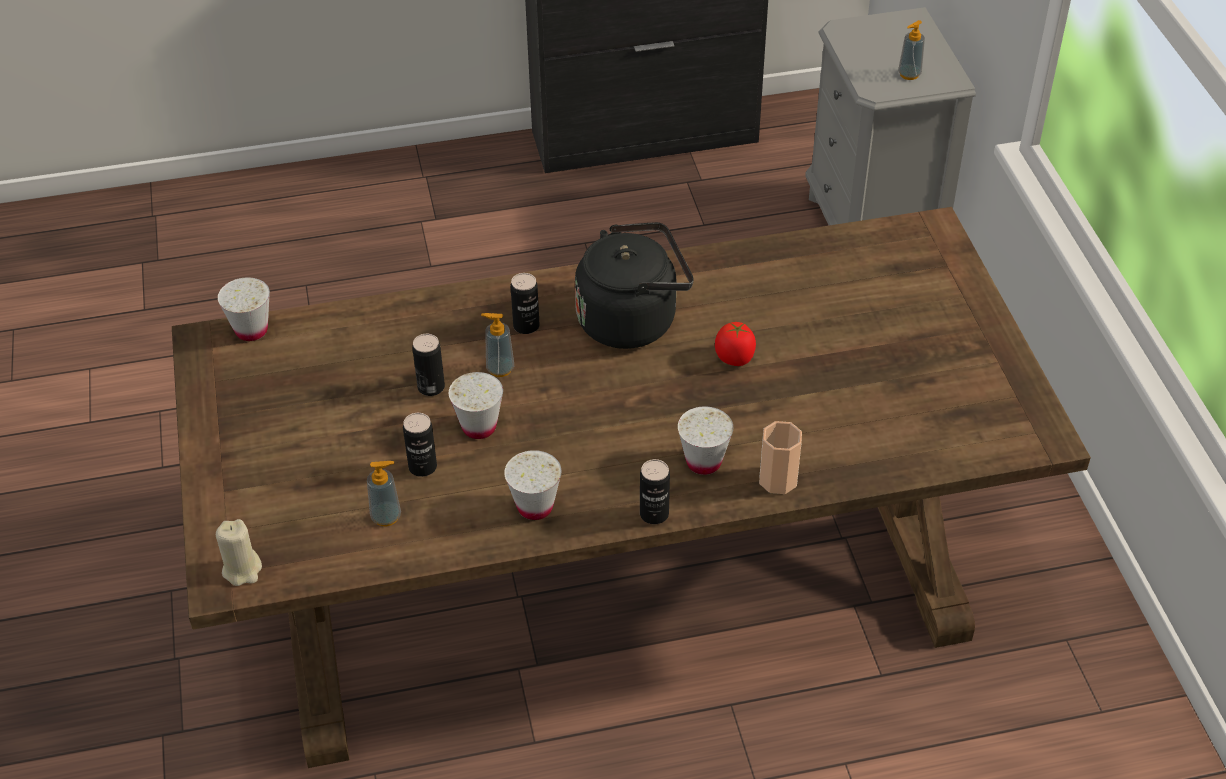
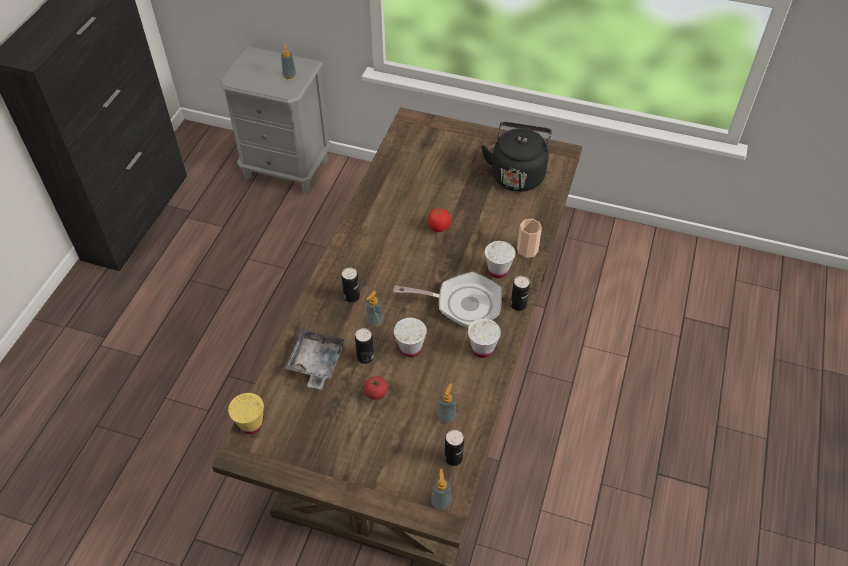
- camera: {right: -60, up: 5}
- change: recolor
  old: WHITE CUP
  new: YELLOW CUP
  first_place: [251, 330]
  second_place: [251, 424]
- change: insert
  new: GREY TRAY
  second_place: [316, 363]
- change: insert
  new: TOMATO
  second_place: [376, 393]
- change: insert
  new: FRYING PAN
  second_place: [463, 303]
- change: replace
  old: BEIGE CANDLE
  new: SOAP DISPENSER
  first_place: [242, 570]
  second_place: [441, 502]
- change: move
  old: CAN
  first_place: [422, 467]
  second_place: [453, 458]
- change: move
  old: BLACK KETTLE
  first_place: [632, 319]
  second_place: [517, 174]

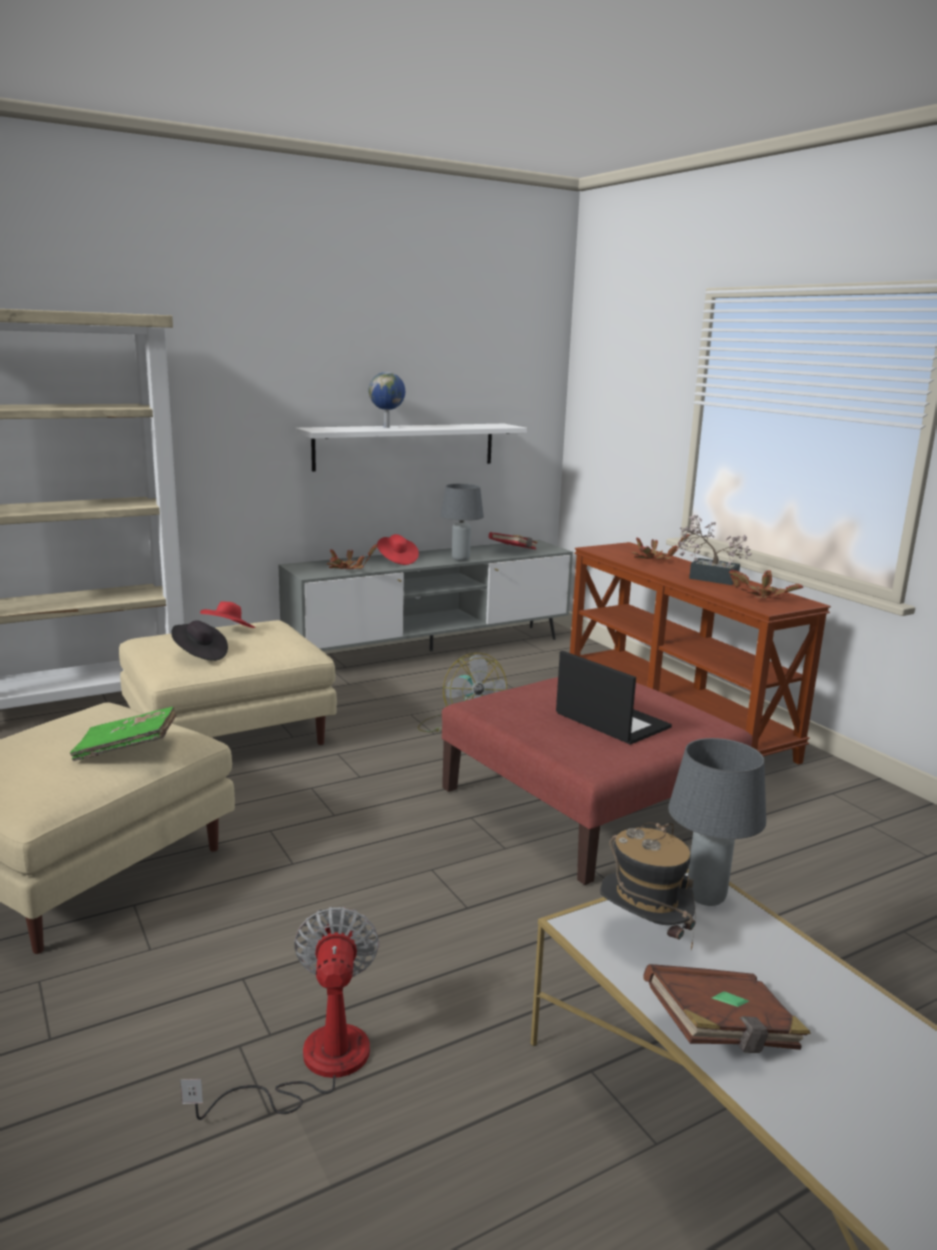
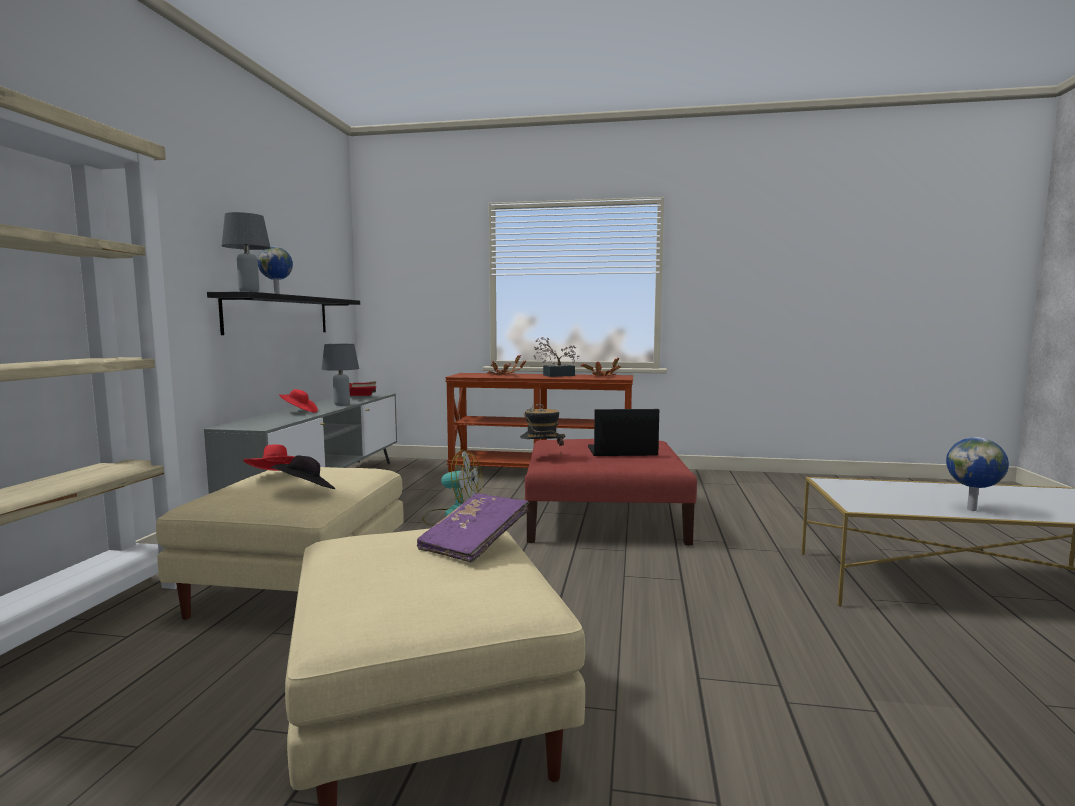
- camera: {right: -50, up: -10}
- change: recolor
  old: WHITE SHELF
  new: BLACK SHELF
  first_place: [405, 446]
  second_place: [279, 315]
- change: move
  old: GREY TABLE LAMP
  first_place: [707, 898]
  second_place: [249, 292]
- change: recolor
  old: GREEN BOOK
  new: PURPLE BOOK
  first_place: [127, 749]
  second_place: [474, 543]
- change: move
  old: HAT
  first_place: [642, 938]
  second_place: [542, 457]
- change: replace
  old: BROWN BOOK
  new: GLOBE
  first_place: [722, 1033]
  second_place: [972, 509]
- change: delete
  old: FAN
  first_place: [314, 1065]
- change: delete
  old: POTTED PLANT
  first_place: [347, 569]

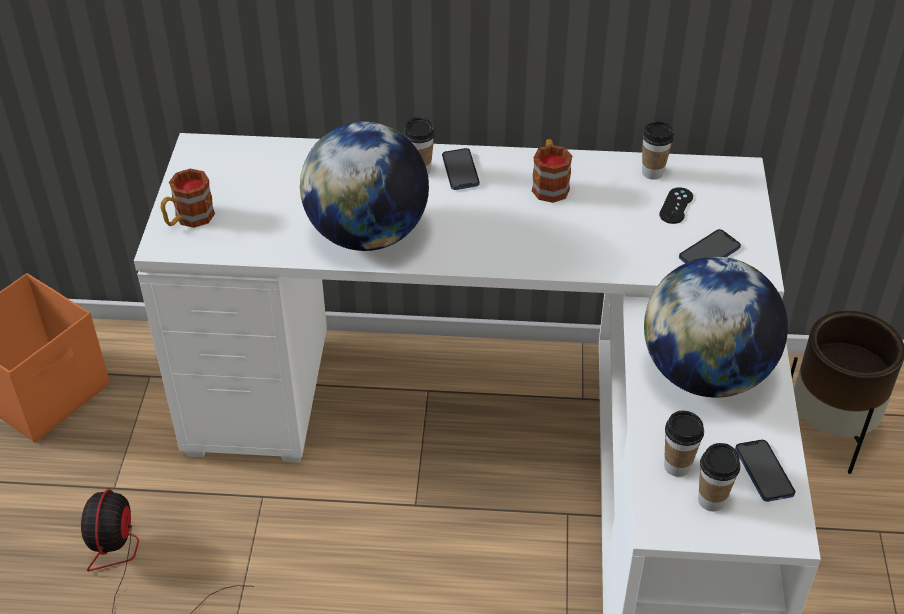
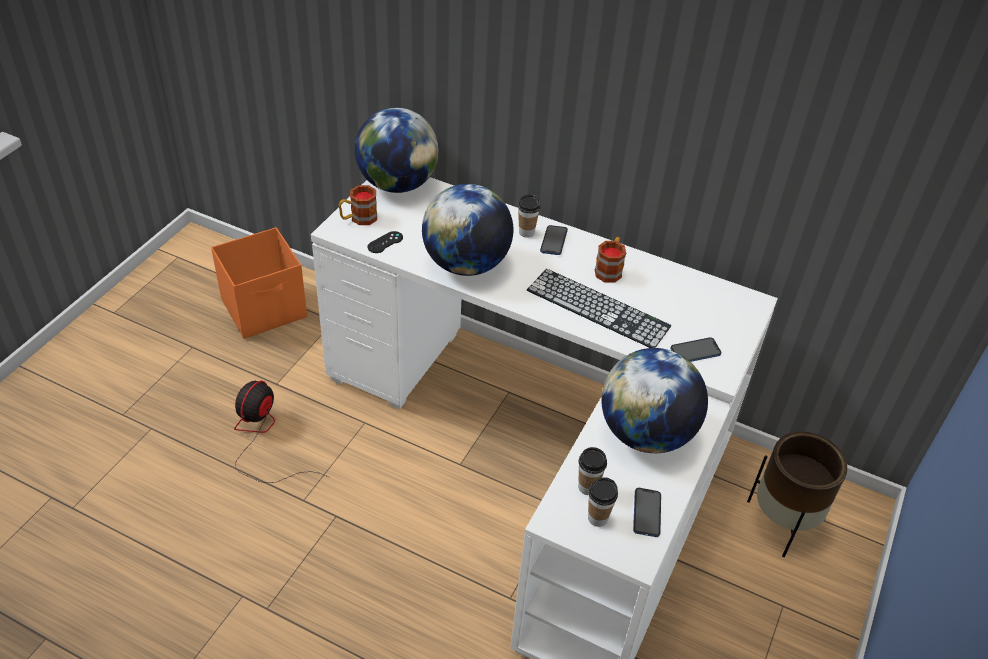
- camera: {right: 20, up: 0}
- change: insert
  new: GLOBE
  second_place: [397, 184]
- change: move
  old: BLACK GAME CONTROLLER
  first_place: [676, 206]
  second_place: [385, 242]
- change: insert
  new: KEYBOARD
  second_place: [598, 308]
- change: delete
  old: CUP
  first_place: [652, 172]

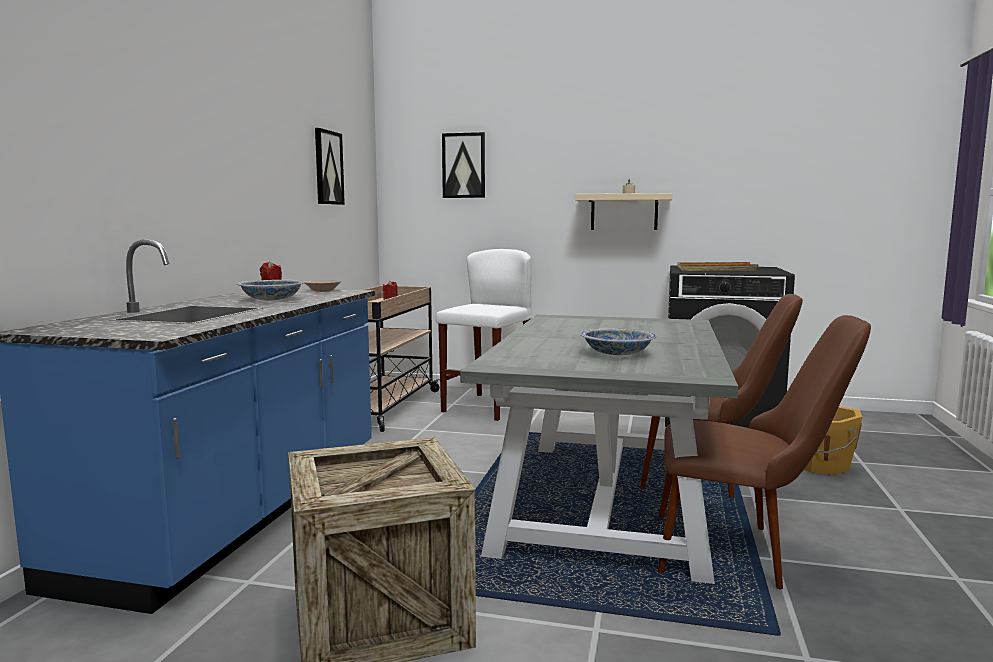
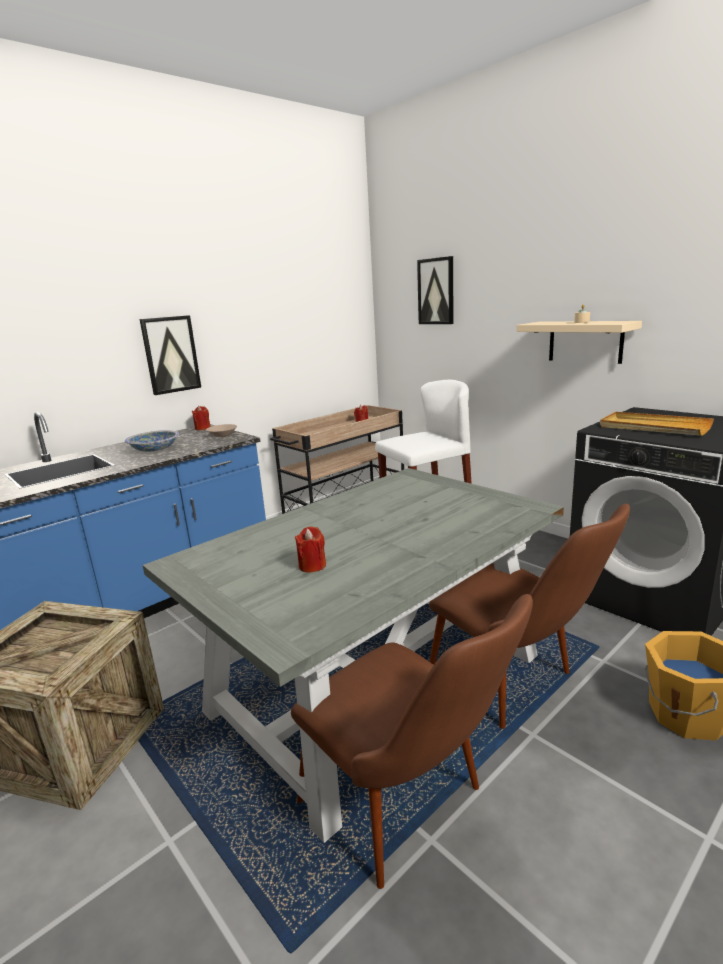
- camera: {right: 35, up: 10}
- change: move
  old: PICTURE
  first_place: [328, 167]
  second_place: [170, 354]
- change: replace
  old: BOWL
  new: RED CANDLE
  first_place: [617, 354]
  second_place: [312, 566]

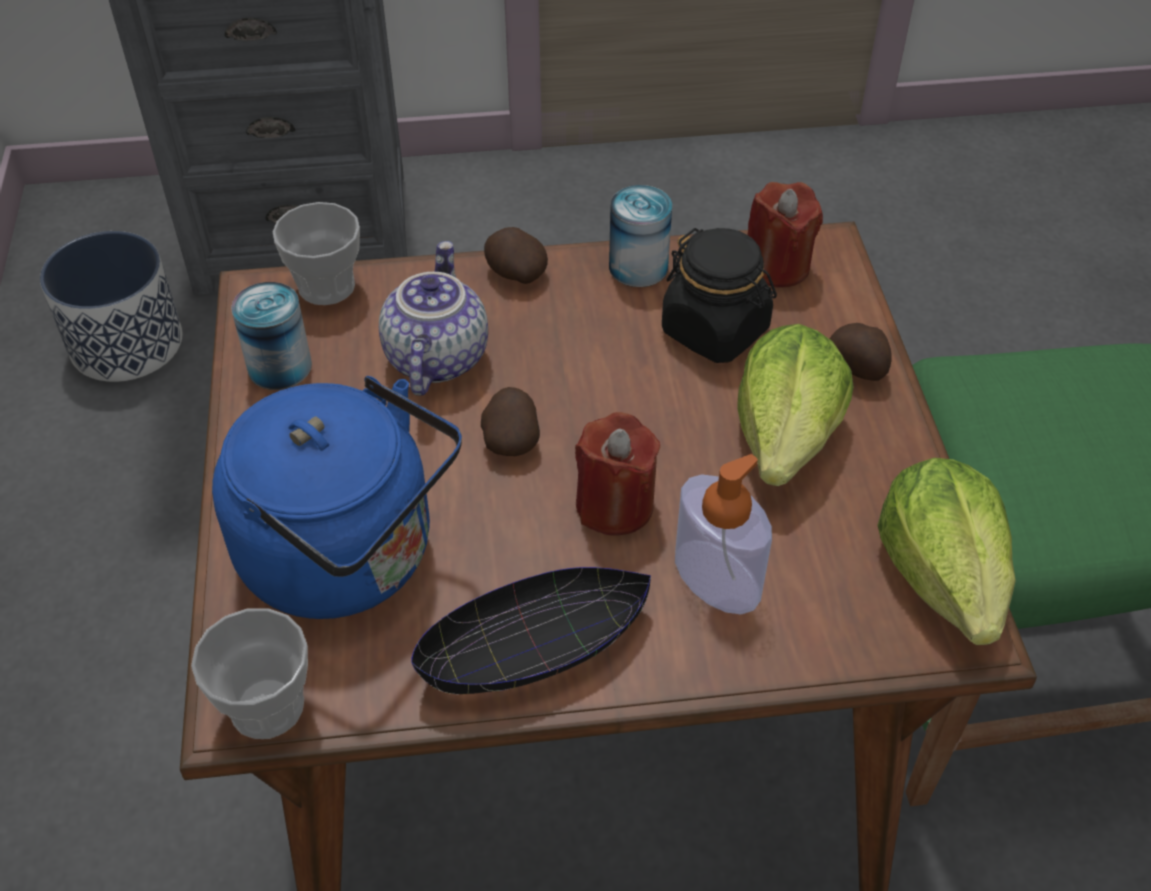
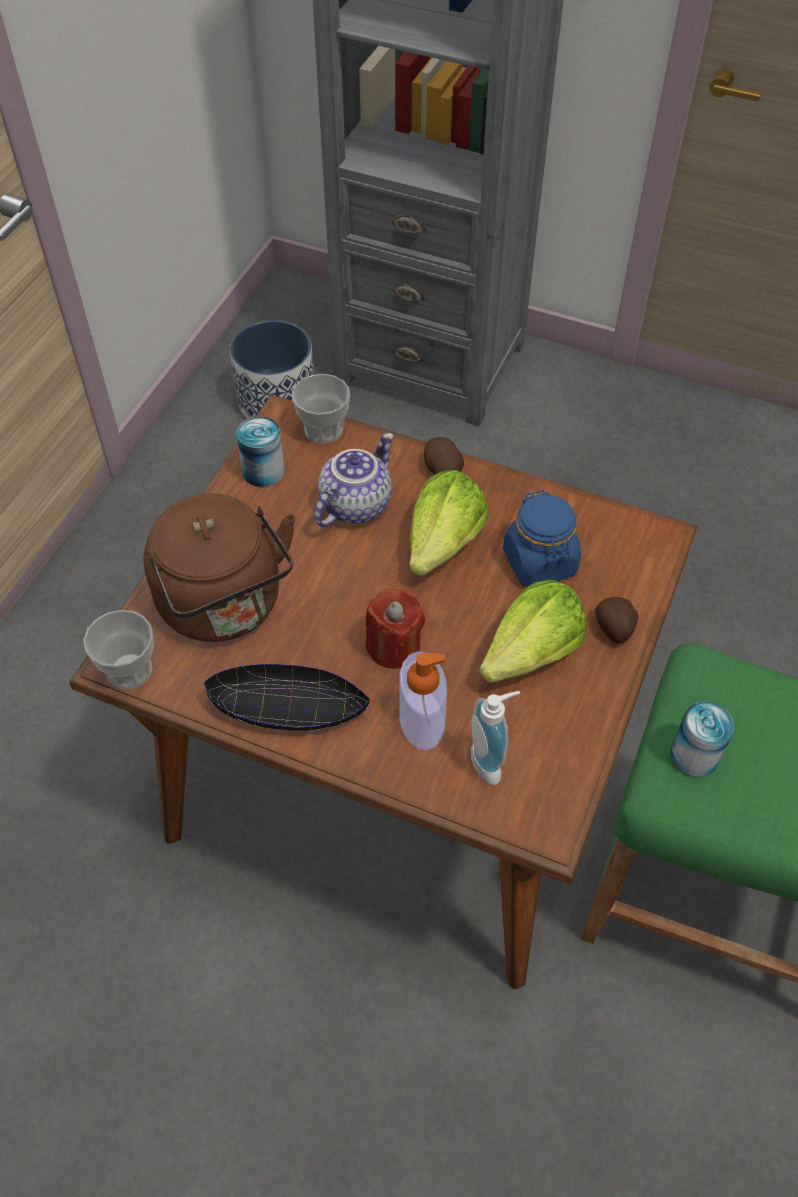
- camera: {right: 30, up: 5}
- change: recolor
  old: BLUE KETTLE
  new: BROWN KETTLE
  first_place: [350, 558]
  second_place: [225, 607]
- change: move
  old: LETTUCE
  first_place: [943, 576]
  second_place: [444, 543]
- change: insert
  new: SOAP DISPENSER
  second_place: [491, 761]
- change: recolor
  old: BLACK JAR
  new: BLUE JAR
  first_place: [715, 330]
  second_place: [540, 562]
- change: move
  old: CAN
  first_place: [638, 267]
  second_place: [694, 755]
- change: delete
  old: POTATO
  first_place: [511, 438]
- change: delete
  old: RED CANDLE
  first_place: [776, 266]

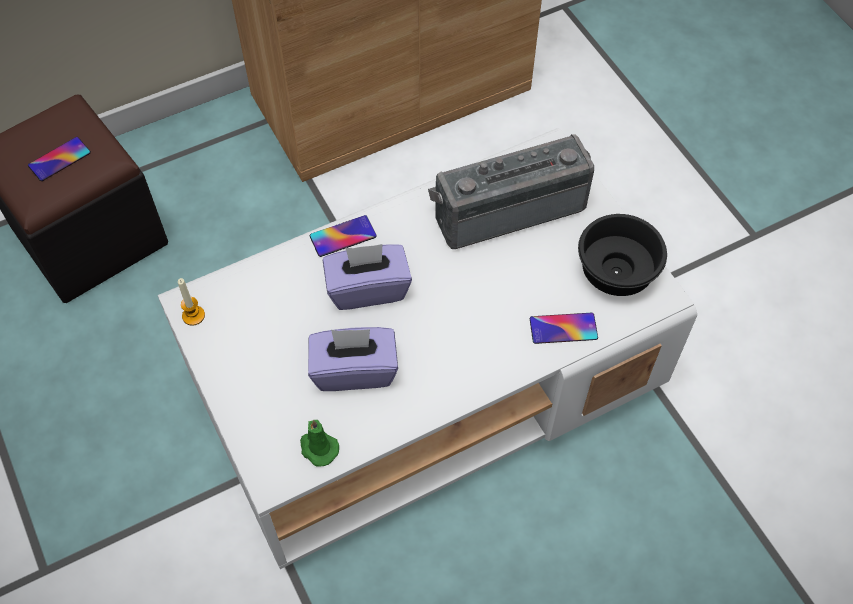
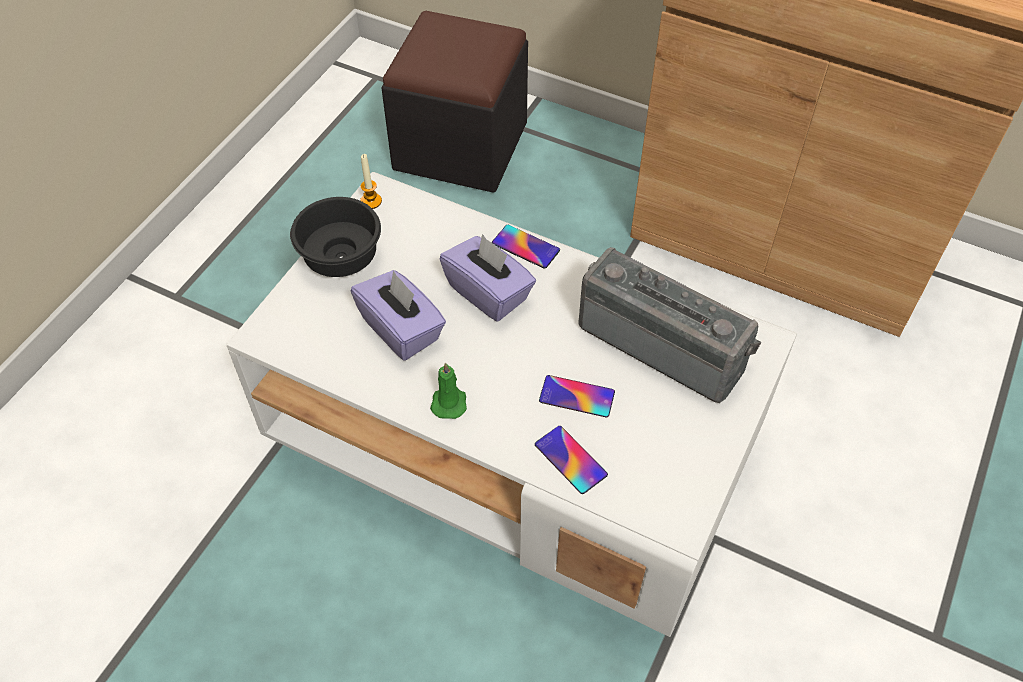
- camera: {right: 55, up: -5}
- change: move
  old: BLACK BOWL
  first_place: [619, 272]
  second_place: [342, 259]
- change: move
  old: GREEN CANDLE
  first_place: [318, 448]
  second_place: [449, 401]
- change: move
  old: PHONE
  first_place: [59, 159]
  second_place: [576, 396]

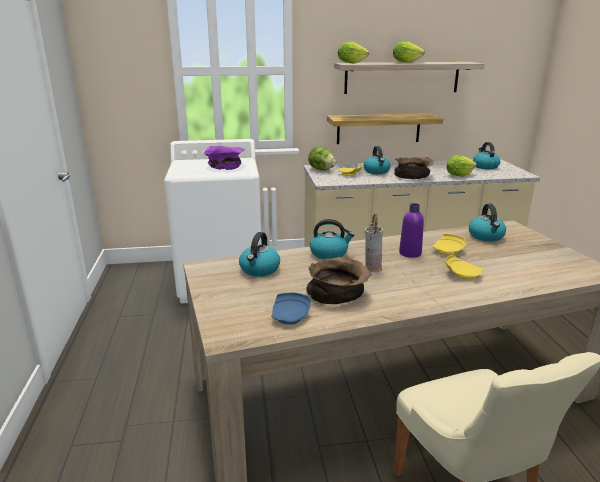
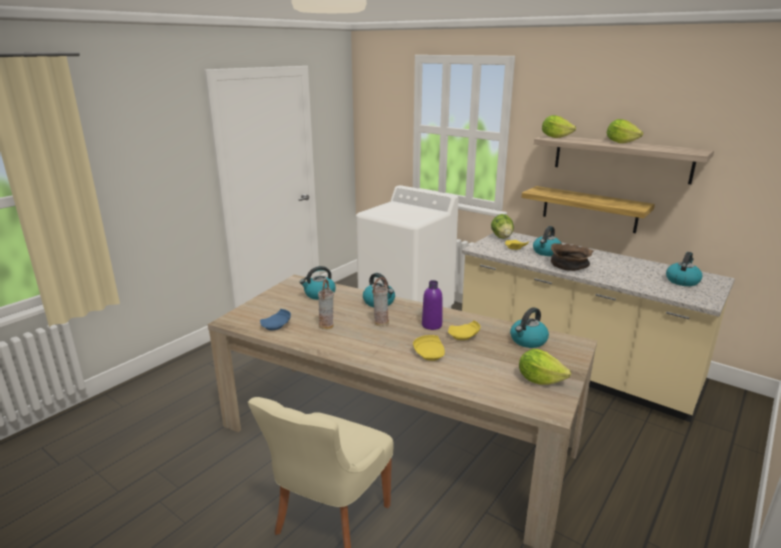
- camera: {right: 45, up: 0}
- change: replace
  old: BROWN BOWL
  new: VASE
  first_place: [337, 293]
  second_place: [327, 326]
- change: move
  old: LETTUCE
  first_place: [458, 175]
  second_place: [539, 380]
- change: delete
  old: PURPLE BOWL
  first_place: [225, 166]

